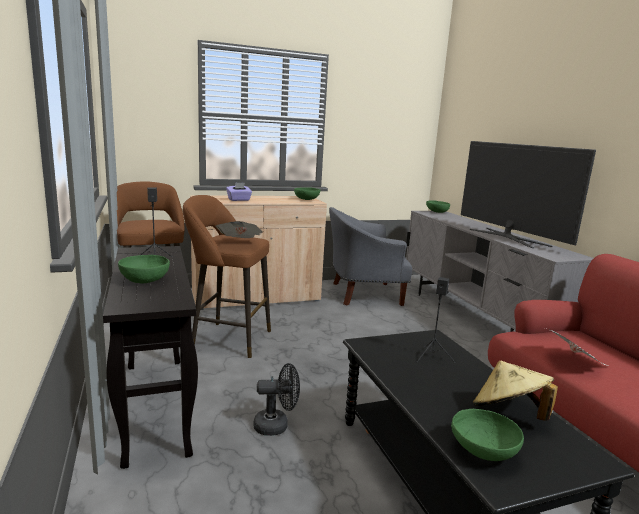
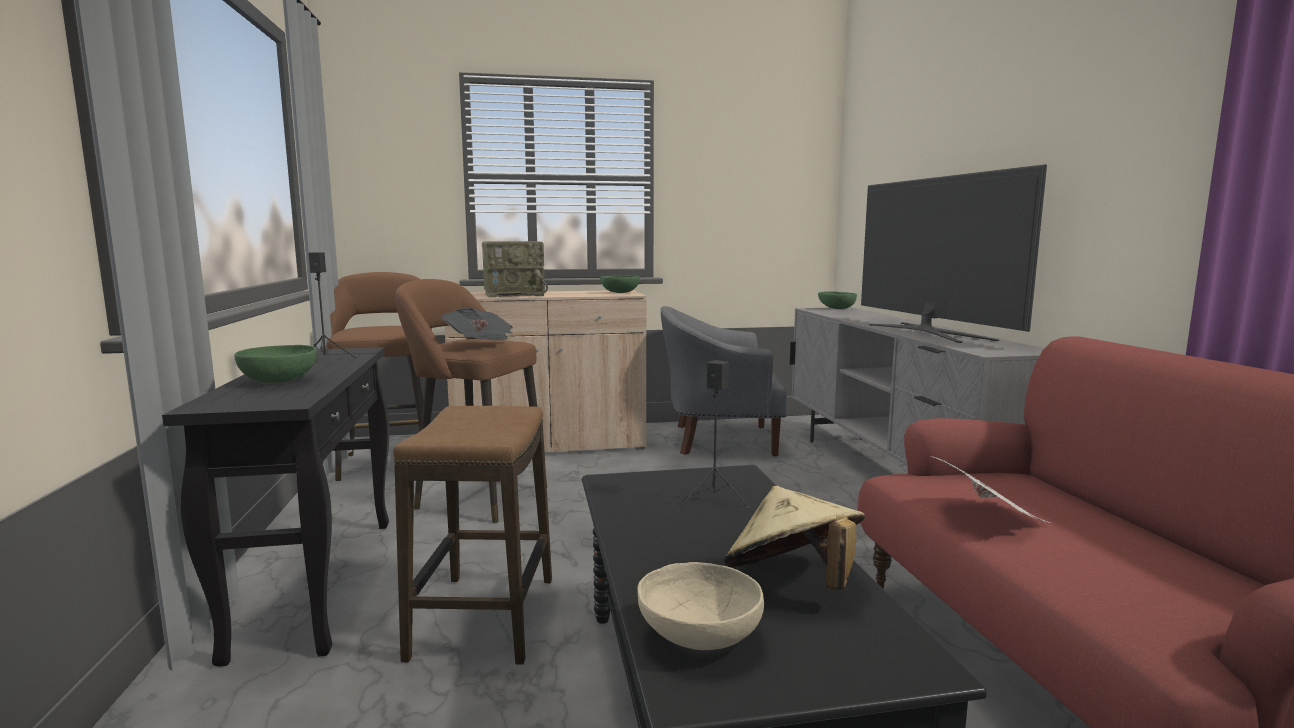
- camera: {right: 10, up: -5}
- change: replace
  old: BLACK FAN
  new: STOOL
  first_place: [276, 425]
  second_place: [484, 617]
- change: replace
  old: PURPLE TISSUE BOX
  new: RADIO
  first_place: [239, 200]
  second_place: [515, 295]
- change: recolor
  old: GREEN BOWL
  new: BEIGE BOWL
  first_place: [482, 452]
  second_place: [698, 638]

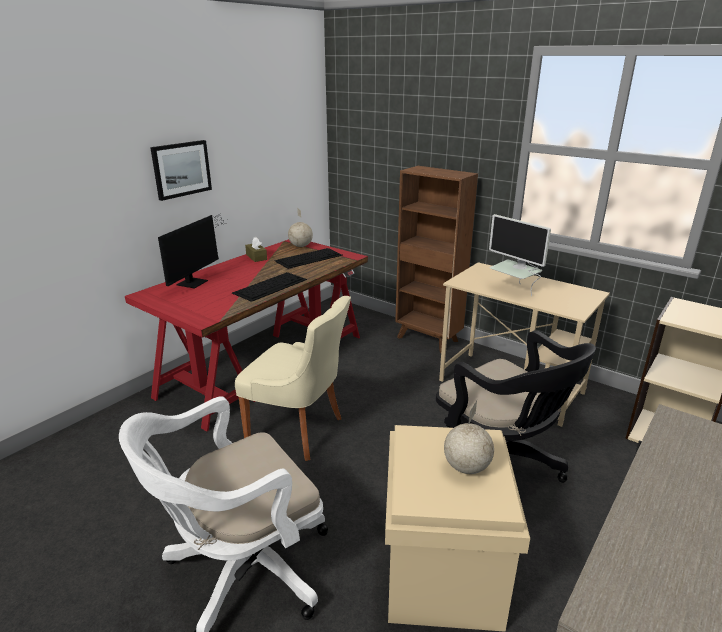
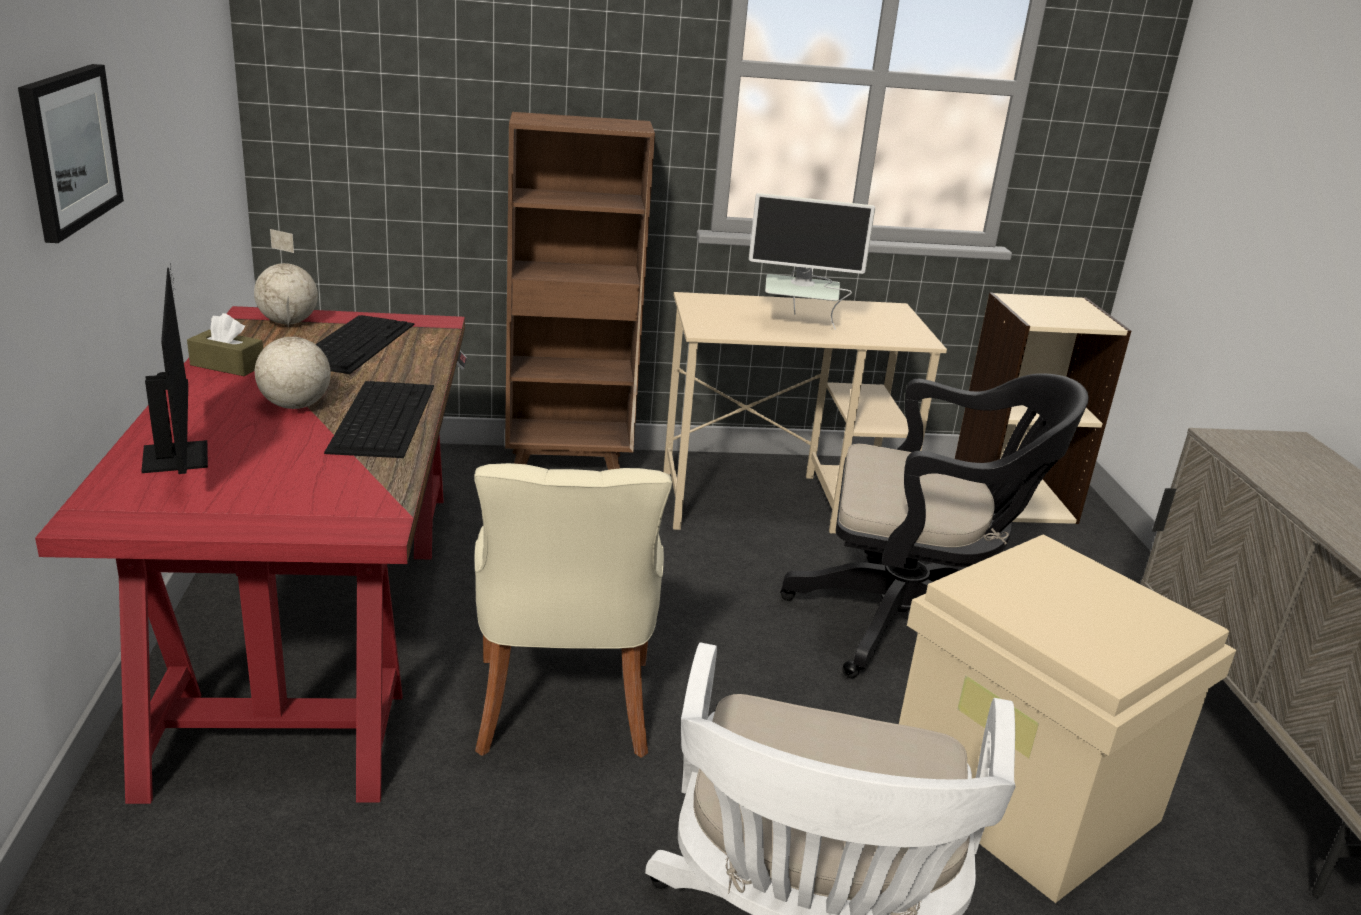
- camera: {right: -45, up: 0}
- change: move
  old: GLOBE
  first_place: [466, 467]
  second_place: [294, 406]
- change: rotate
  old: BEIGE CHAIR
  first_place: [299, 430]
  second_place: [563, 710]
  degrees: 105

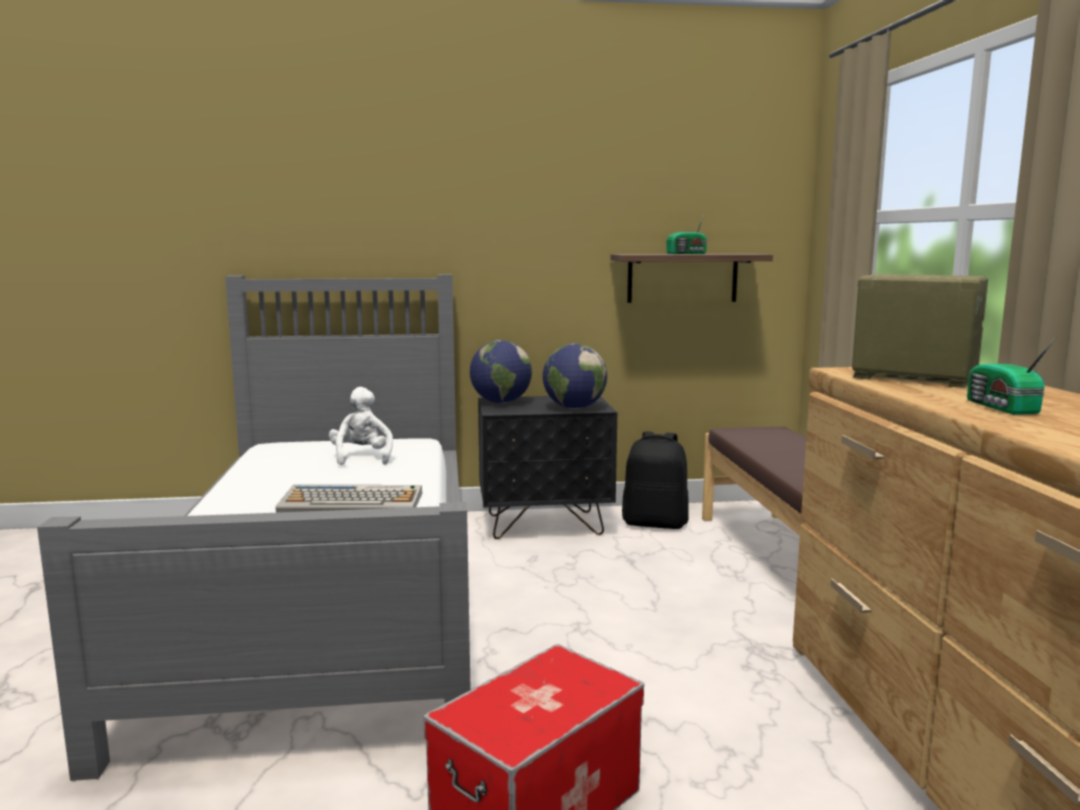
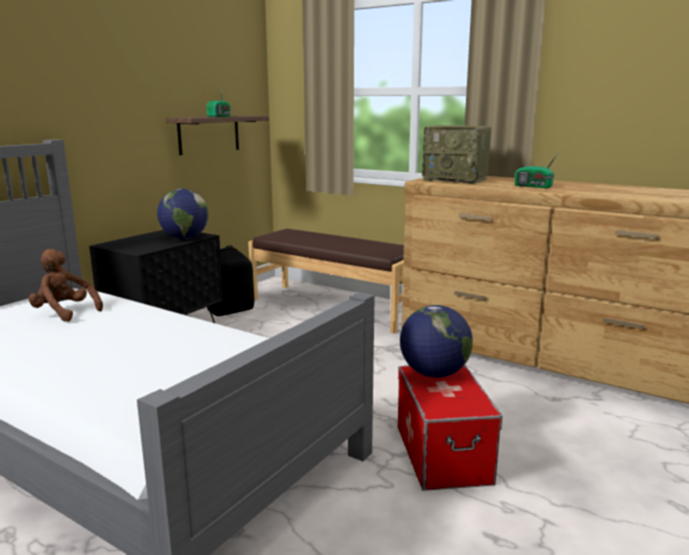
- camera: {right: -50, up: 5}
- change: recolor
  old: WHITE PLUSH TOY
  new: BROWN PLUSH TOY
  first_place: [362, 458]
  second_place: [64, 313]
- change: move
  old: GLOBE
  first_place: [501, 402]
  second_place: [434, 374]
- change: rotate
  old: RADIO
  first_place: [911, 377]
  second_place: [456, 180]
  degrees: -135
- change: delete
  old: KEYBOARD
  first_place: [353, 502]

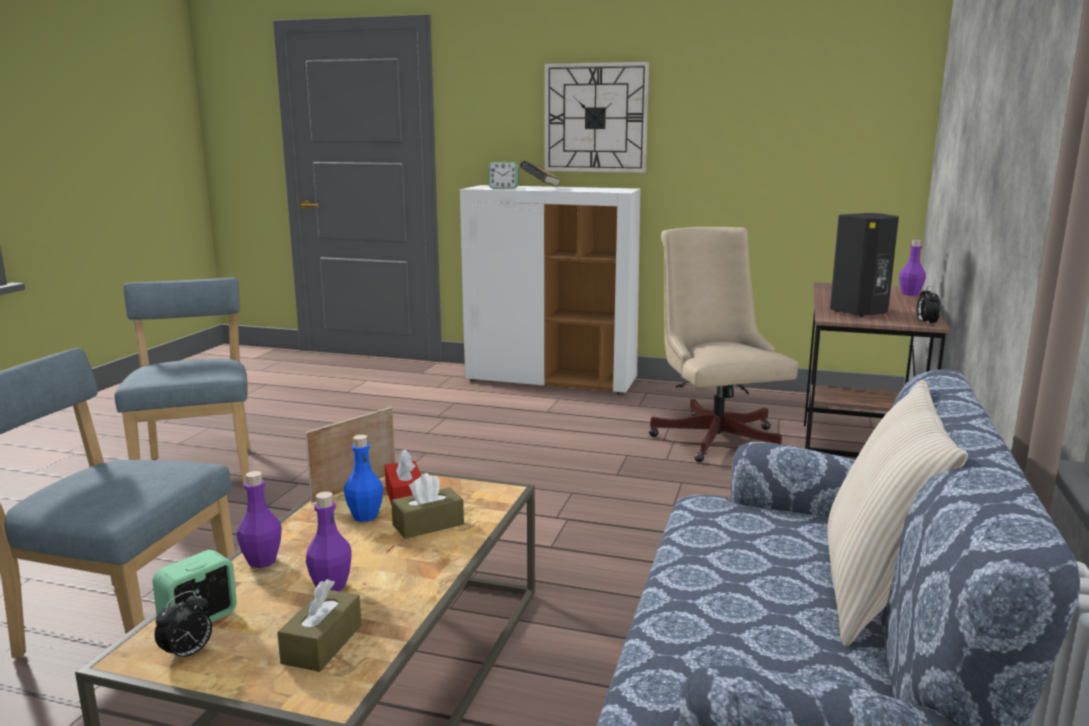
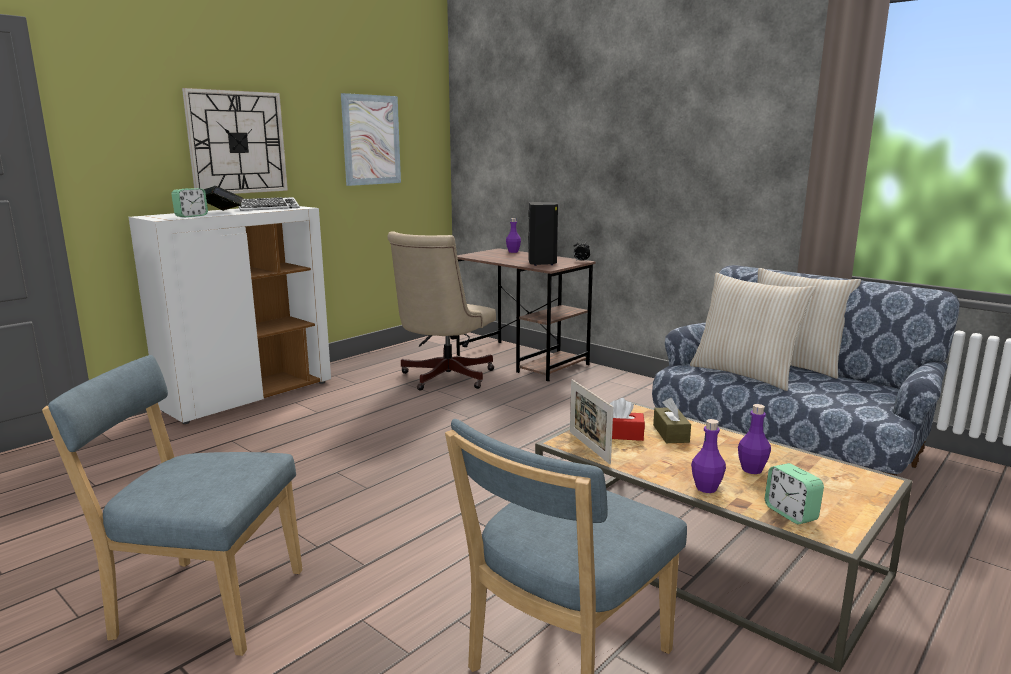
- camera: {right: -65, up: 0}
- change: insert
  new: KEYBOARD
  second_place: [268, 208]
- change: insert
  new: PICTURE
  second_place: [371, 140]
- change: rotate
  old: BEIGE OFFICE CHAIR
  first_place: [714, 436]
  second_place: [443, 378]
  degrees: -75
- change: insert
  new: BEIGE PILLOW
  second_place: [744, 374]
- change: delete
  old: ALARM CLOCK
  first_place: [187, 654]
- change: delete
  old: BROWN TISSUE BOX
  first_place: [322, 644]
- change: delete
  old: BLUE BOTTLE
  first_place: [365, 516]

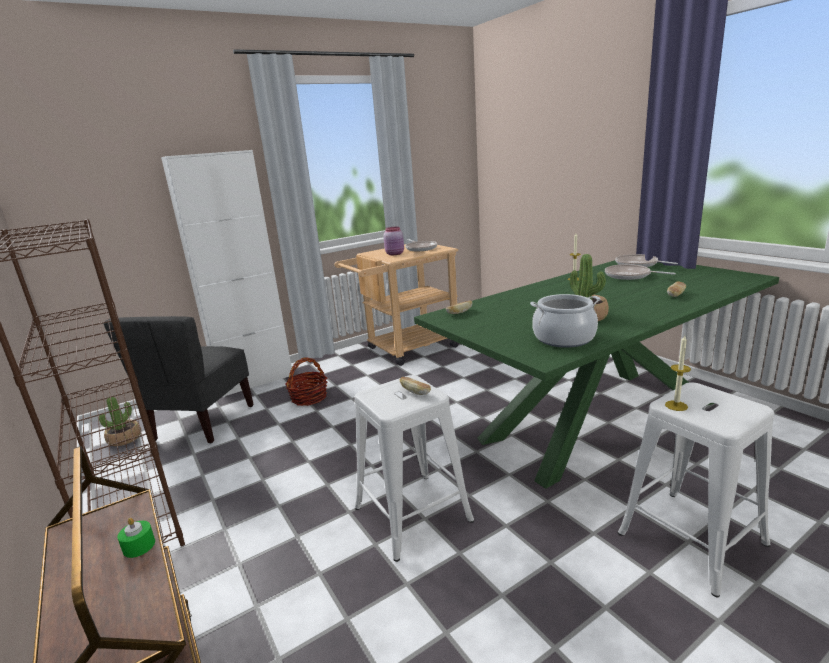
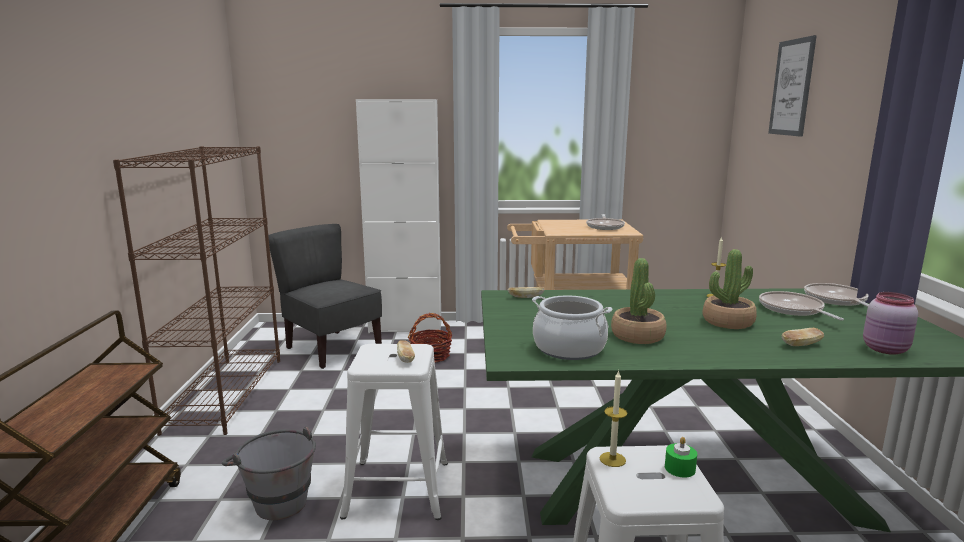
- camera: {right: 30, up: -5}
- change: insert
  new: GREY BUCKET
  second_place: [276, 499]
- change: rotate
  old: GREY CHAIR
  first_place: [202, 423]
  second_place: [332, 348]
  degrees: 90
- change: move
  old: GREEN CANDLE
  first_place: [139, 546]
  second_place: [679, 468]
- change: move
  old: POTTED PLANT
  first_place: [124, 438]
  second_place: [728, 322]
- change: insert
  new: PICTURE
  second_place: [791, 87]
- change: move
  old: PINK JAR
  first_place: [395, 254]
  second_place: [886, 350]

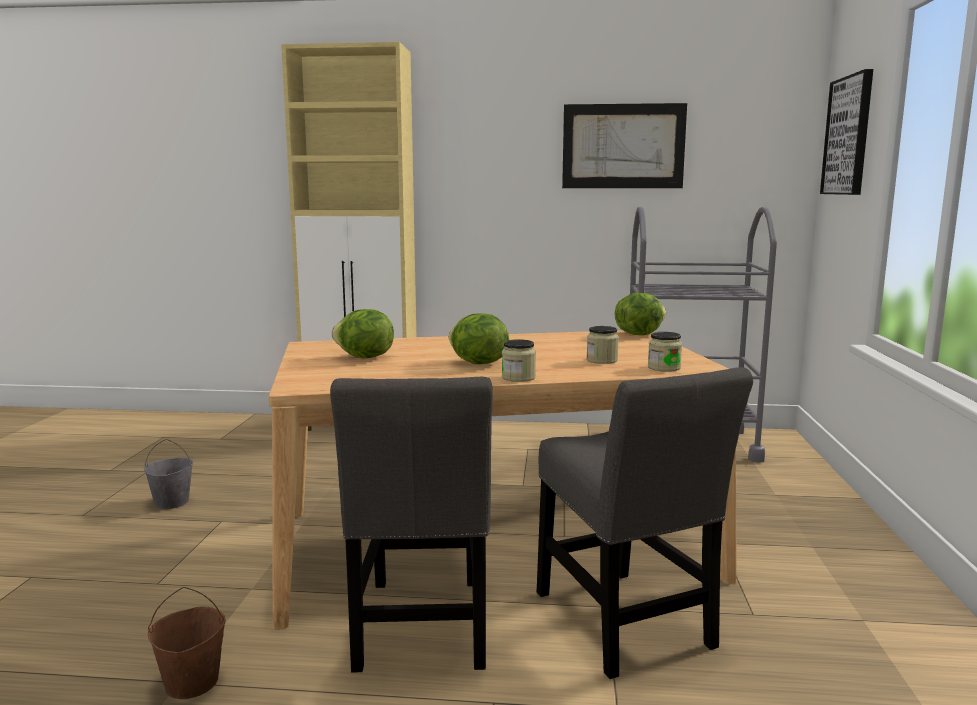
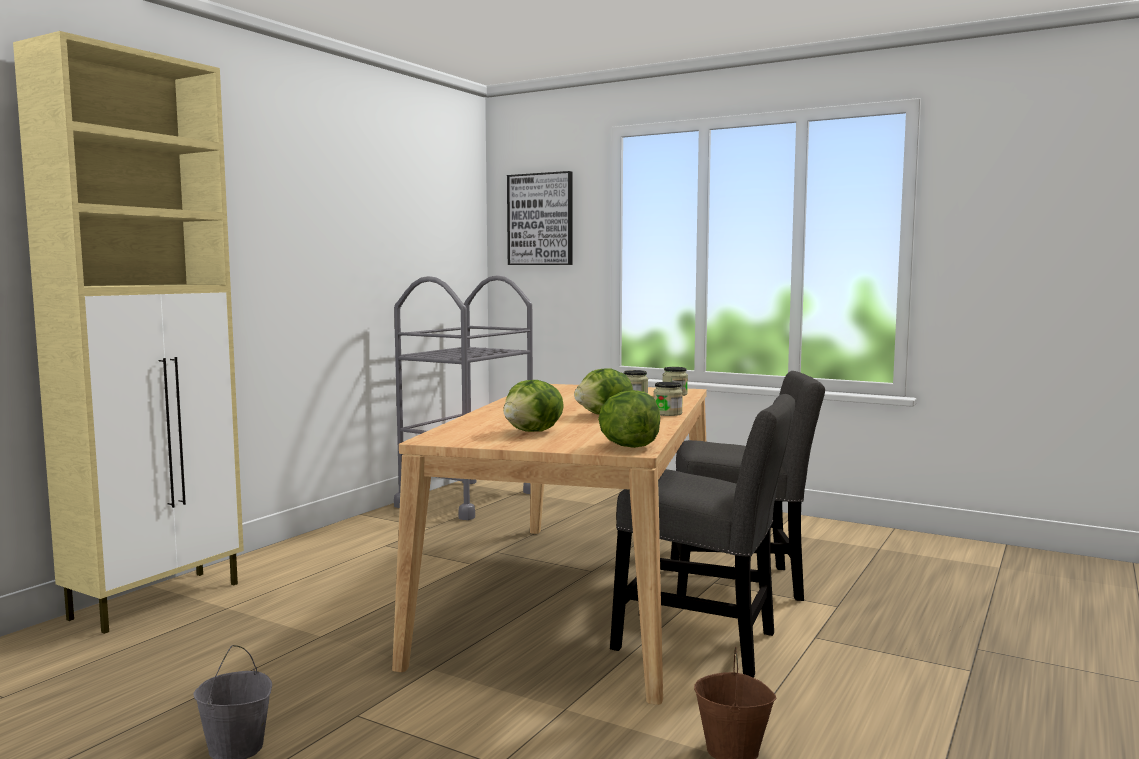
- camera: {right: -65, up: -5}
- change: move
  old: LETTUCE
  first_place: [638, 334]
  second_place: [629, 446]
- change: delete
  old: PICTURE
  first_place: [623, 146]

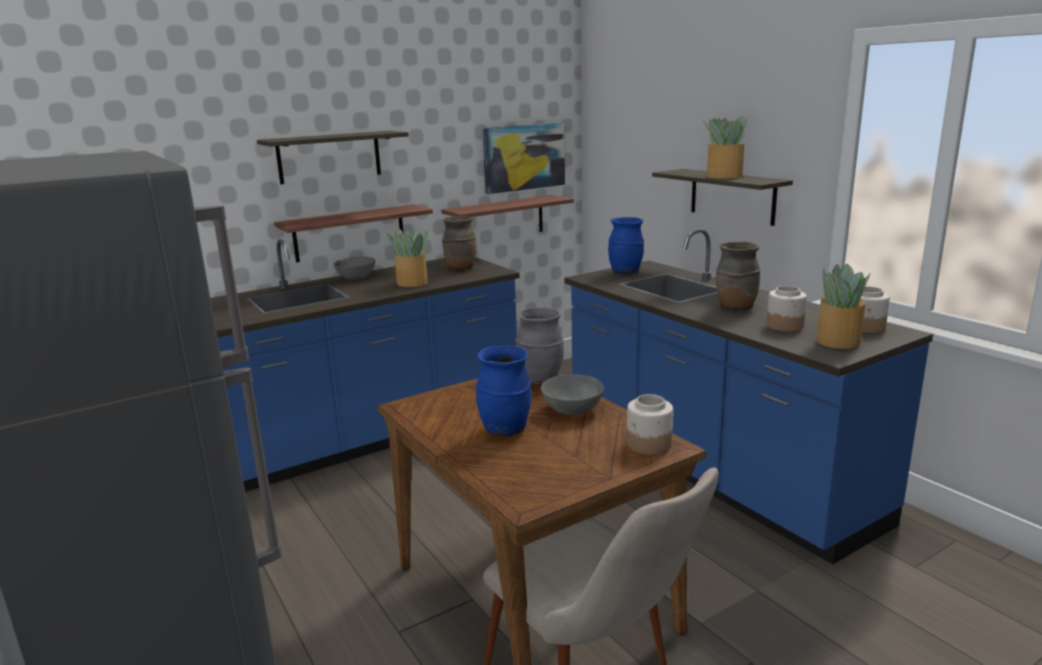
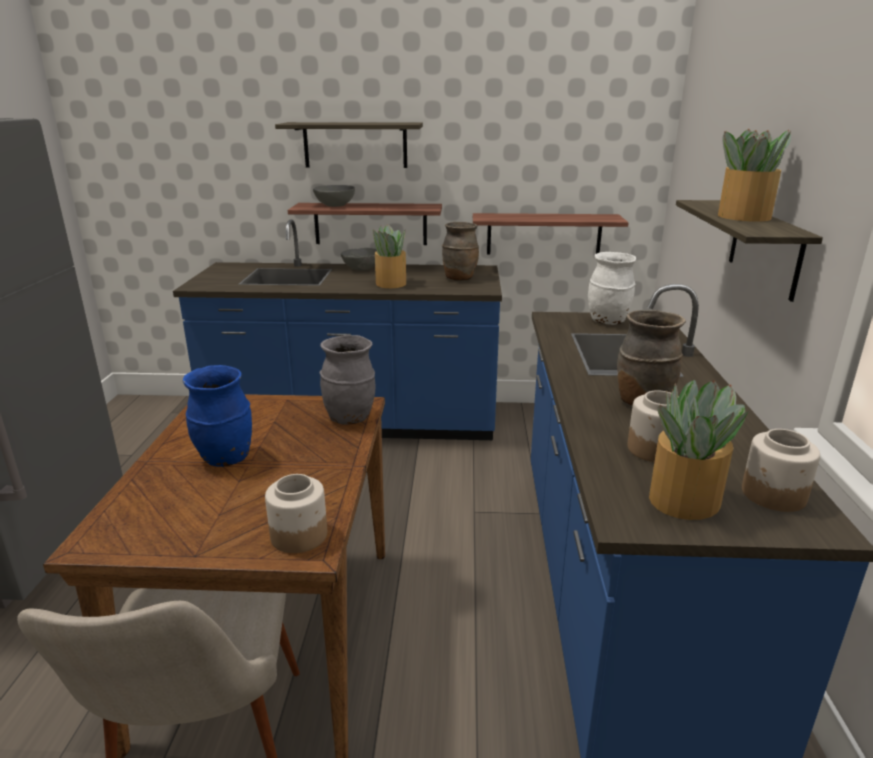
- camera: {right: 35, up: 5}
- change: move
  old: GREY BOWL
  first_place: [572, 410]
  second_place: [335, 205]
- change: recolor
  old: BLUE VASE
  new: WHITE VASE
  first_place: [626, 272]
  second_place: [608, 321]
- change: delete
  old: PICTURE
  first_place: [524, 157]

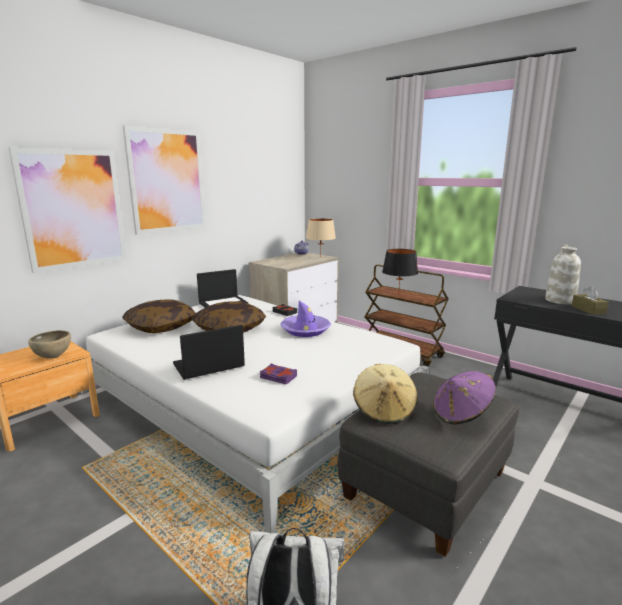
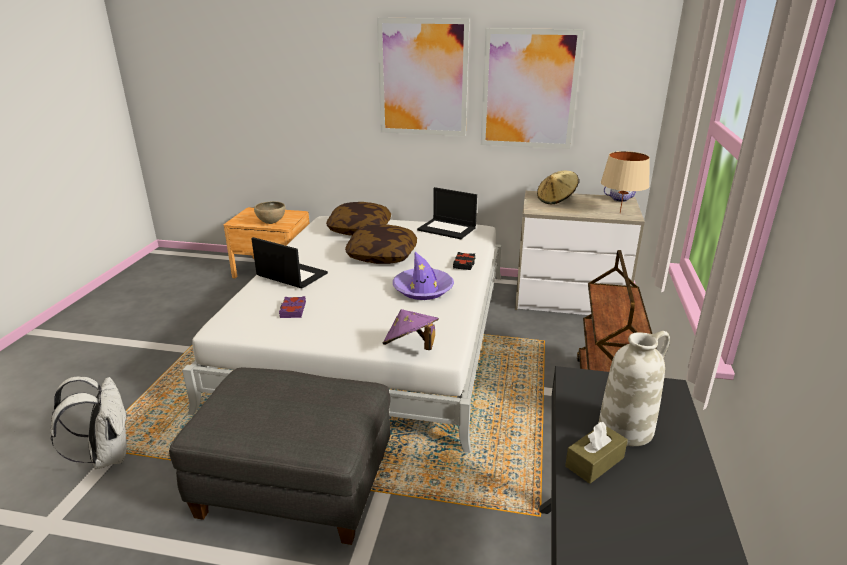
- camera: {right: 60, up: 10}
- change: move
  old: PURPLE HAT
  first_place: [461, 414]
  second_place: [411, 347]
- change: move
  old: PICTURE
  first_place: [73, 209]
  second_place: [529, 89]
- change: move
  old: BEIGE HAT
  first_place: [384, 410]
  second_place: [556, 200]
- change: delete
  old: BLACK TABLE LAMP
  first_place: [398, 294]

